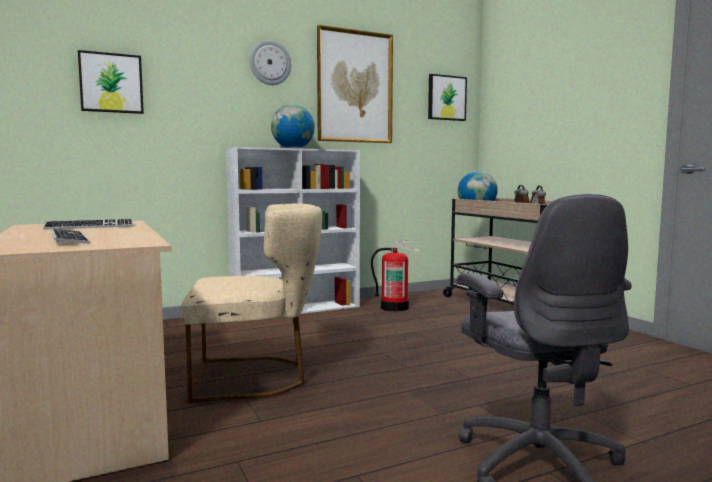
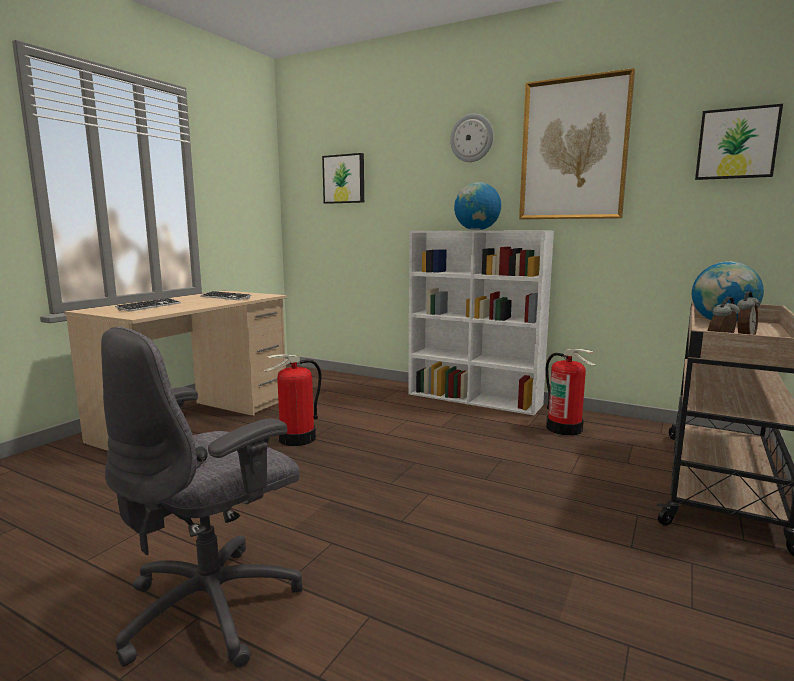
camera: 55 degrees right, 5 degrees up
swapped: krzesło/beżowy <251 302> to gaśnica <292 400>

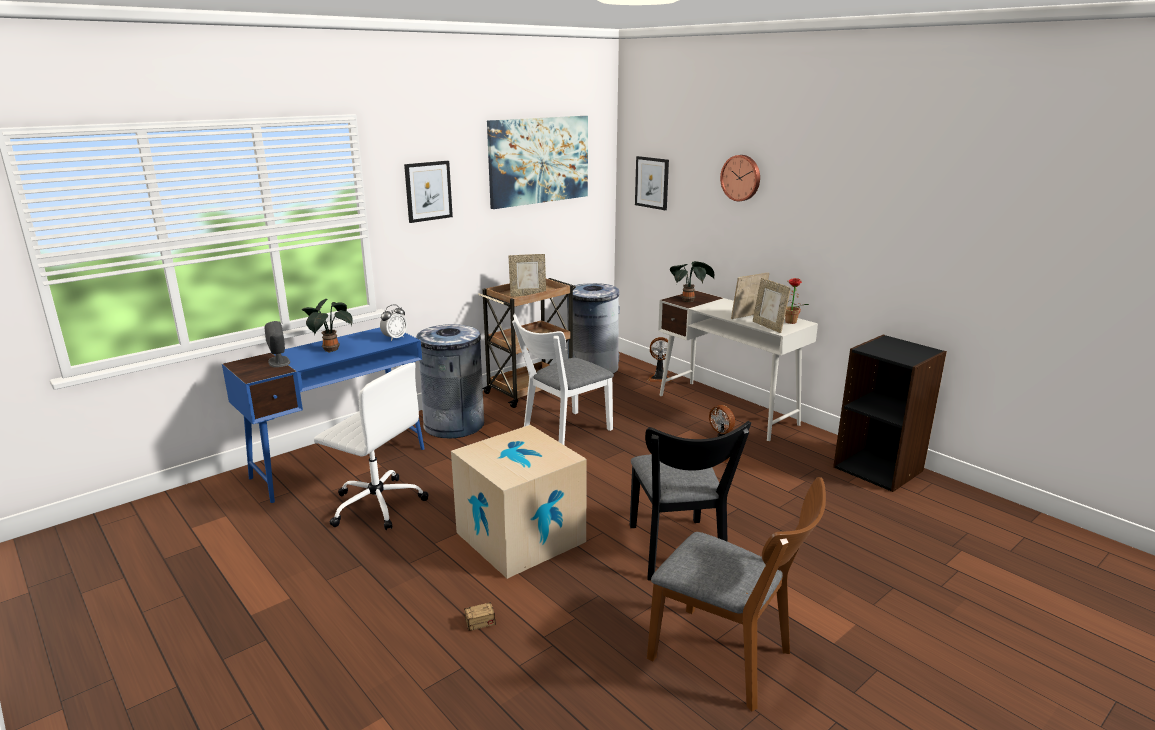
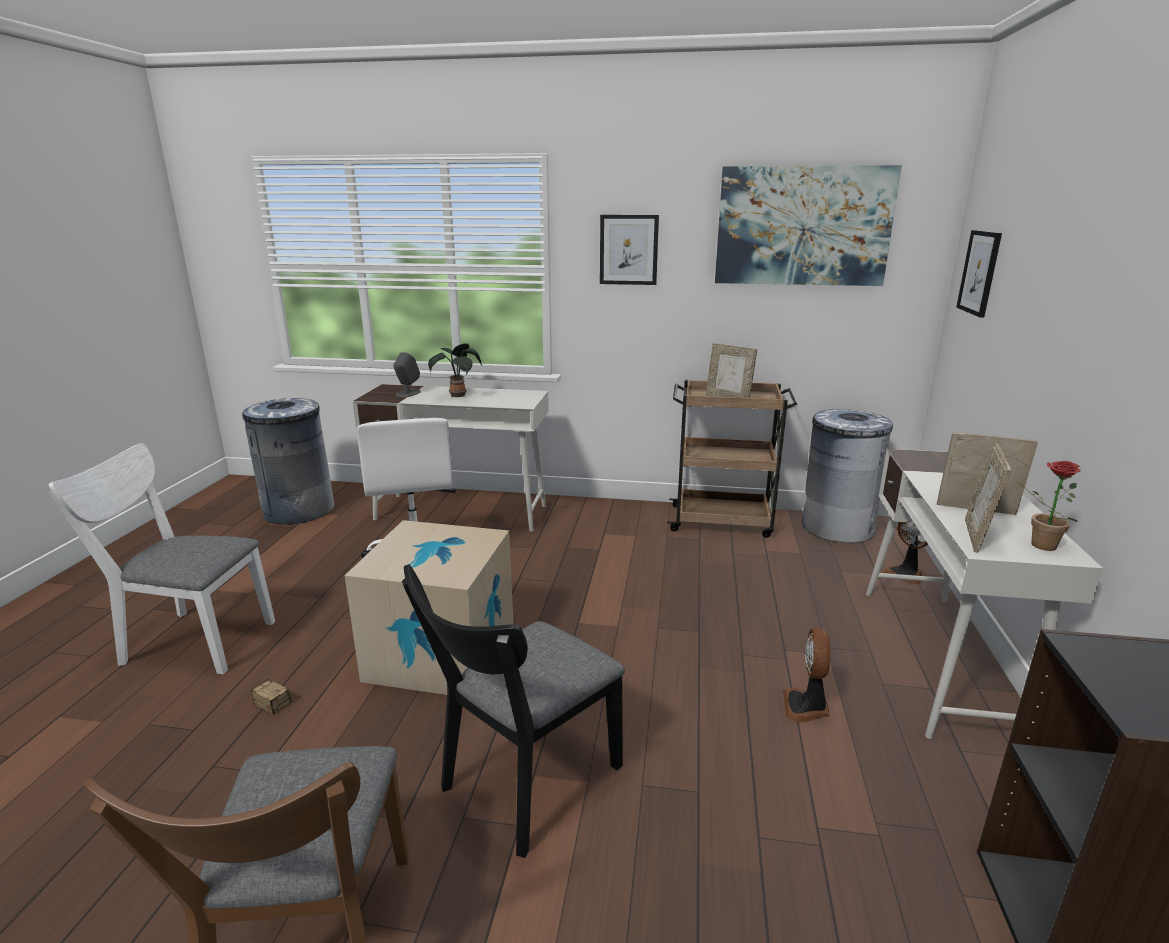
camera: 50 degrees right, 0 degrees up
gone: zegar ścienny <740 178>; roślina doniczkowa <692 281>; budzik <393 323>
shifted: krzesło/biały <563 379> to <162 558>; kosz na śmieci/szary <450 381> to <288 461>
repainted: biurko/niebieski <323 415> to biurko/biały <450 457>

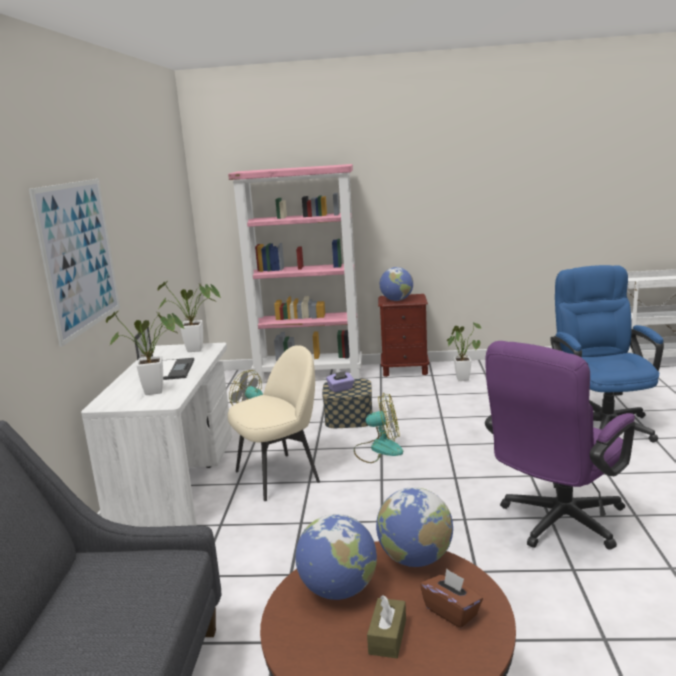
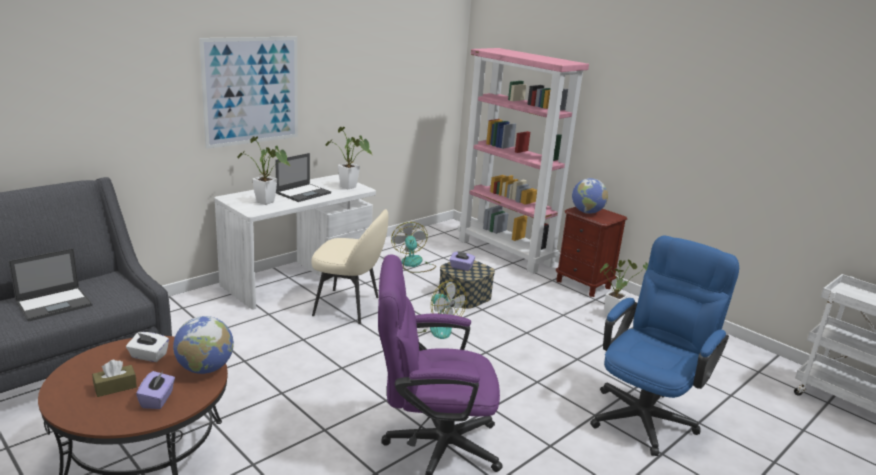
camera: 40 degrees right, 5 degrees up
new: laptop <51 285>
swapped: globus <336 557> to pudełko chusteczek/biały <147 347>
repainted: pudełko chusteczek/brązowy <451 598> to pudełko chusteczek/fioletowy <155 390>

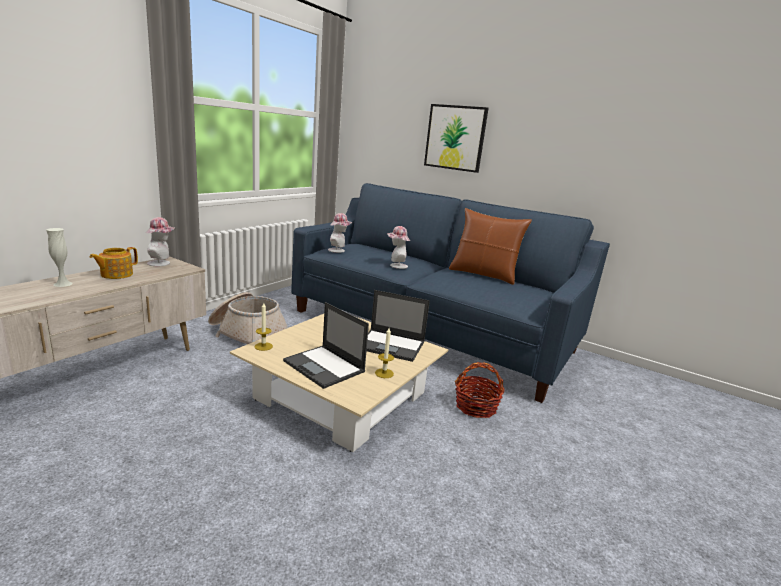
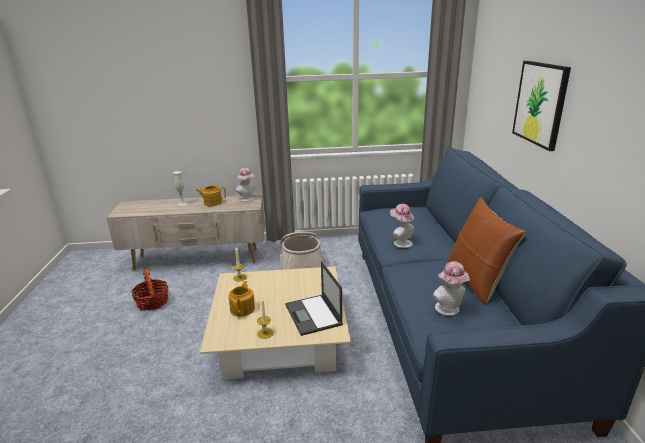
camera: 55 degrees right, 5 degrees up
shifted: kapelusz <340 233> to <451 288>; koszyk <480 390> to <149 290>
swapped: laptop <326 345> to imbryk <241 299>

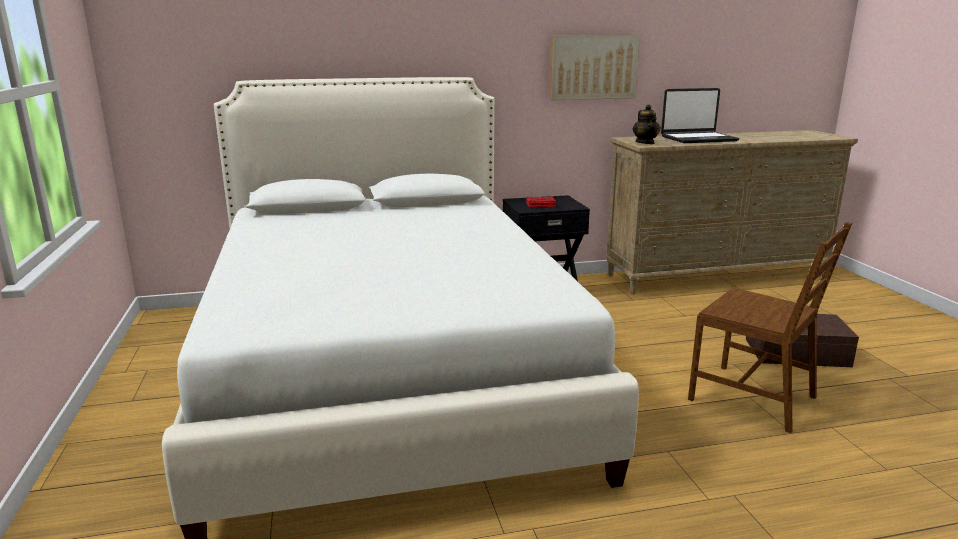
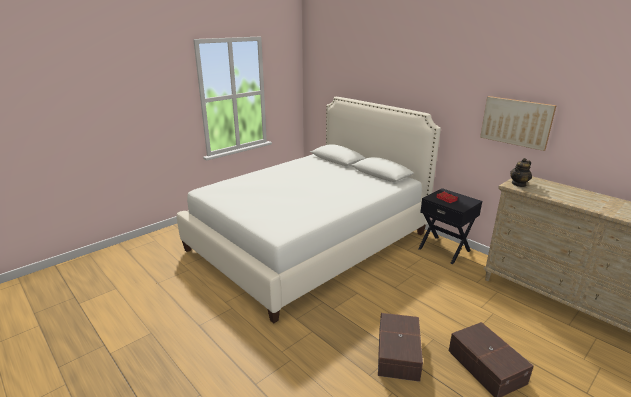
camera: 60 degrees right, 5 degrees up
gone: laptop <700 115>
swapped: krzesło/brązowy <770 327> to pojemnik do przechowywania/brązowy <400 347>

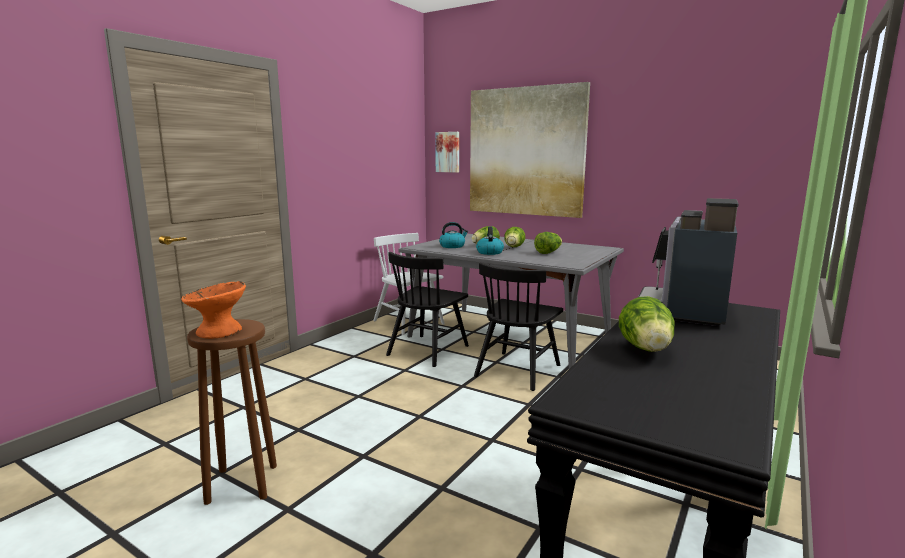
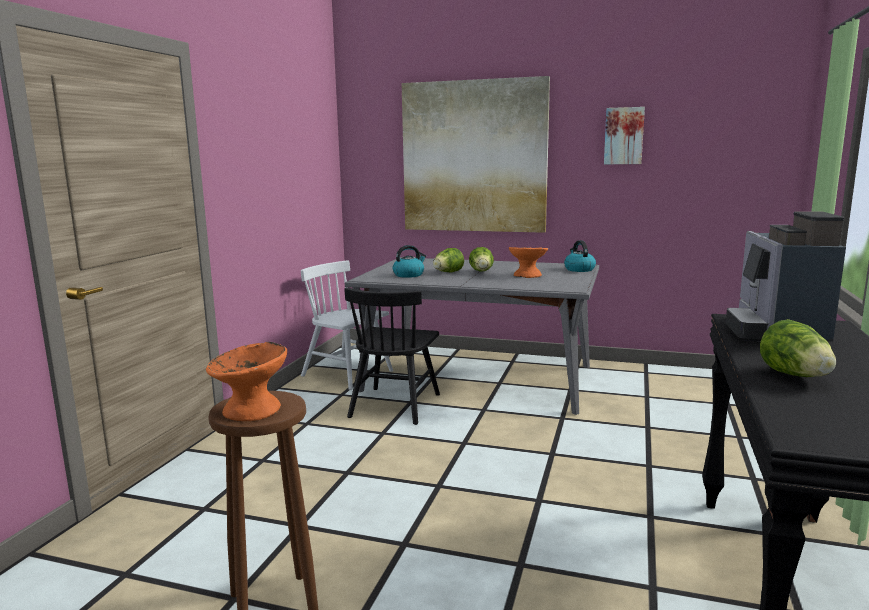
camera: 15 degrees left, 0 degrees up
gone: krzesło/czarny <518 326>
shifted: obraz <447 152> to <624 135>; czajnik <490 241> to <580 256>
swapped: sałata <548 243> to miska/pomarańczowy <528 262>

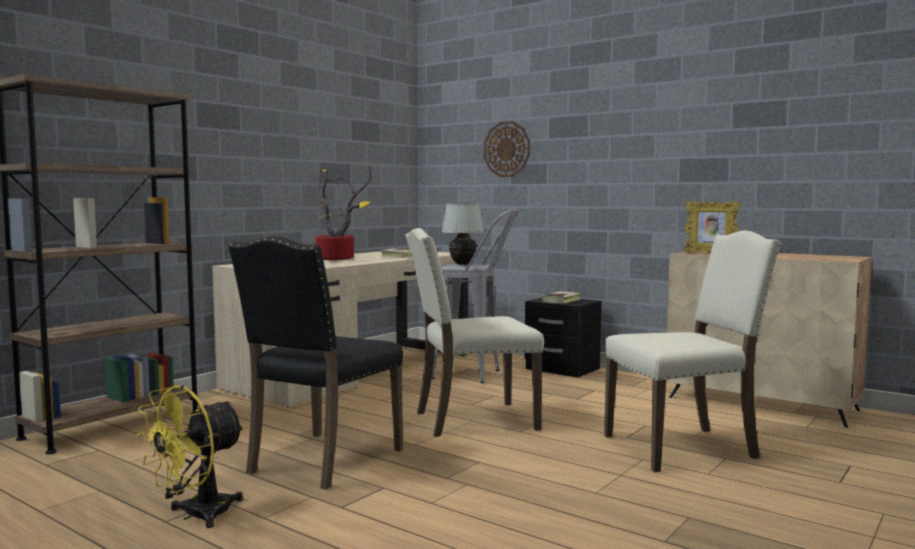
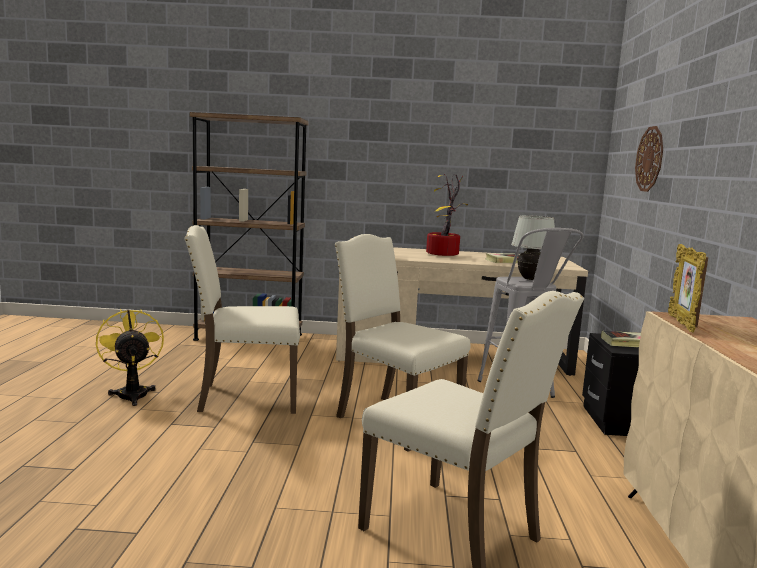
camera: 55 degrees right, 5 degrees up
repainted: krzesło/czarny <315 363> to krzesło/beżowy <242 319>
rotated: wentylator/żółty <190 456> = <130 357> 60 degrees clockwise

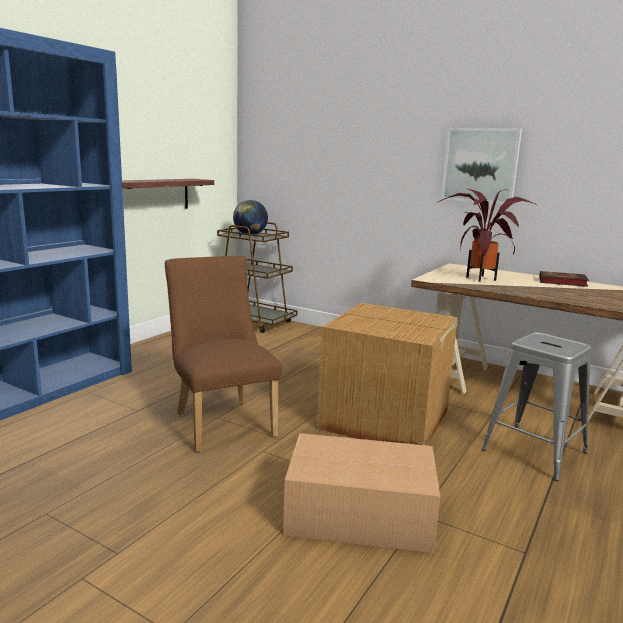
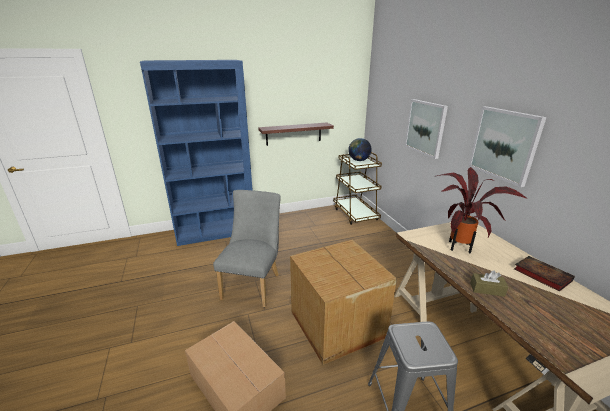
camera: 40 degrees right, 10 degrees up
new: obraz <426 129>; pudełko chusteczek/brązowy <489 283>
repainted: krzesło/brązowy <223 354> to krzesło/szary <246 248>

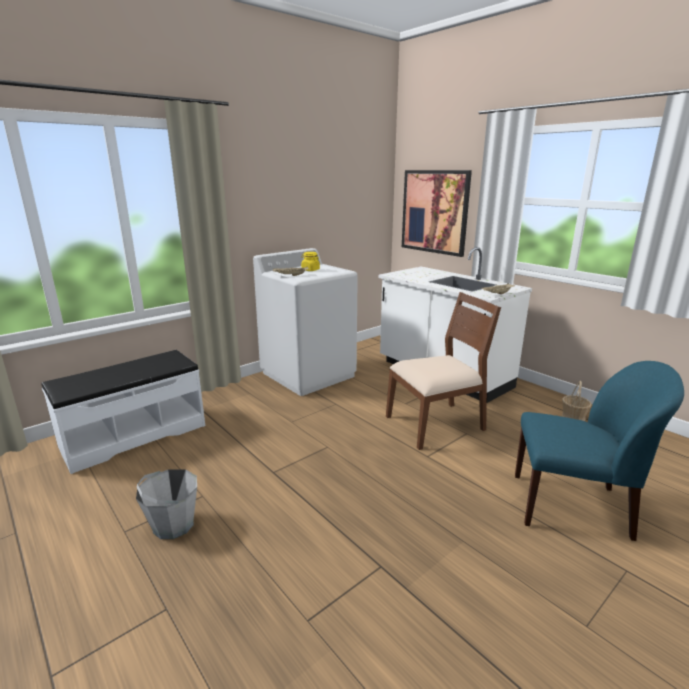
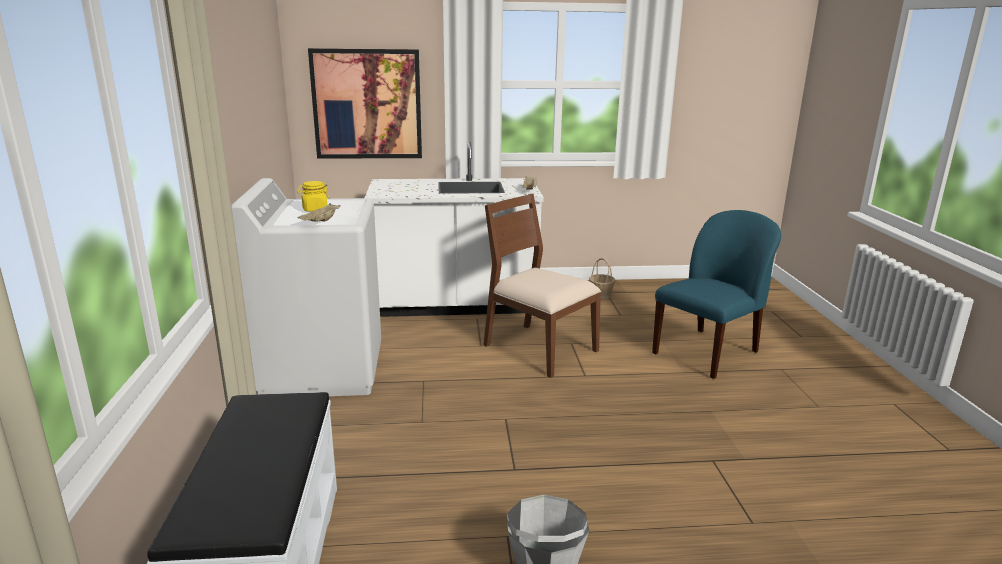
camera: 55 degrees left, 0 degrees up
rotated: krzesło/brązowy <443 371> = <542 286> 60 degrees counterclockwise

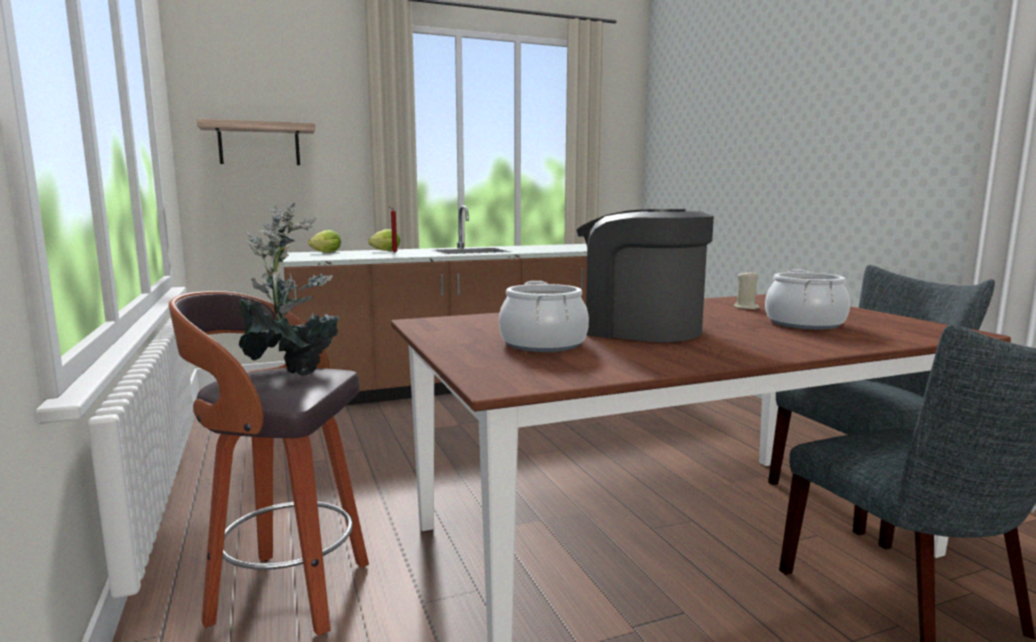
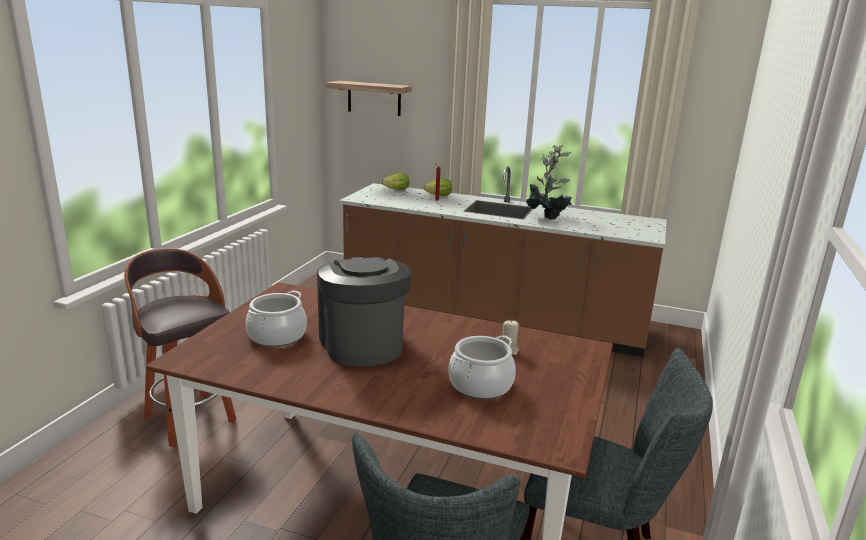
camera: 40 degrees right, 10 degrees up
shifted: roślina doniczkowa <289 289> to <549 182>

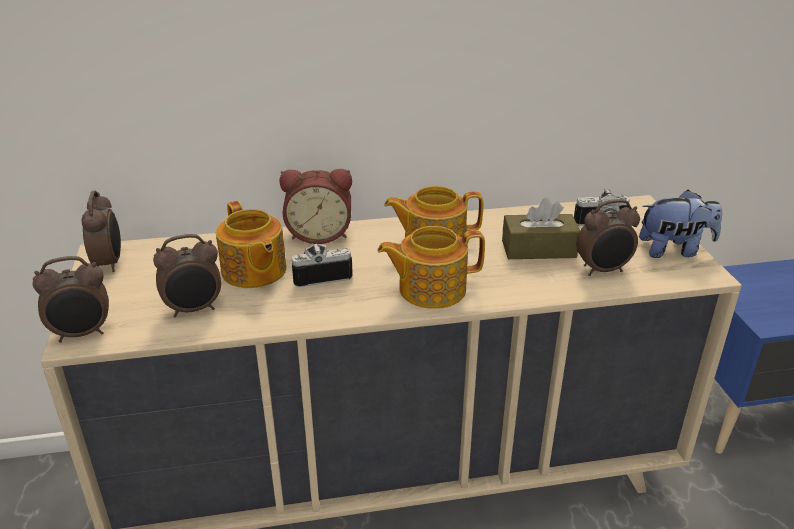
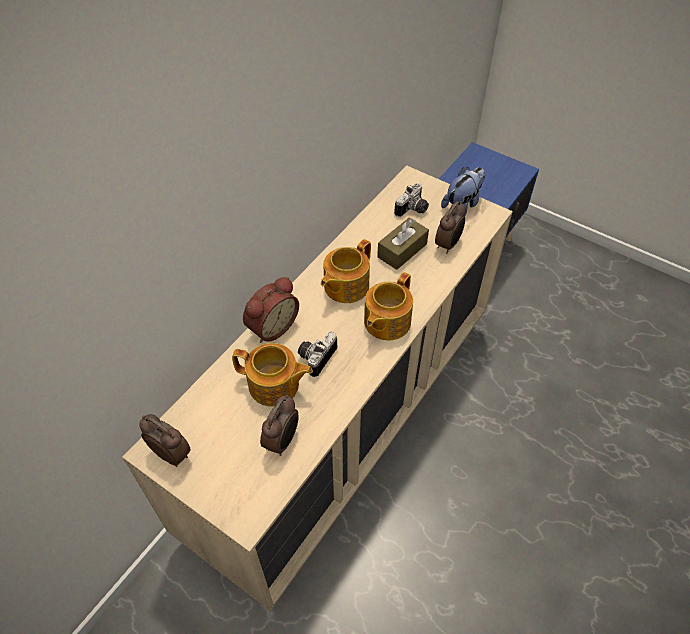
camera: 45 degrees left, 20 degrees up
gone: budzik <71 299>

